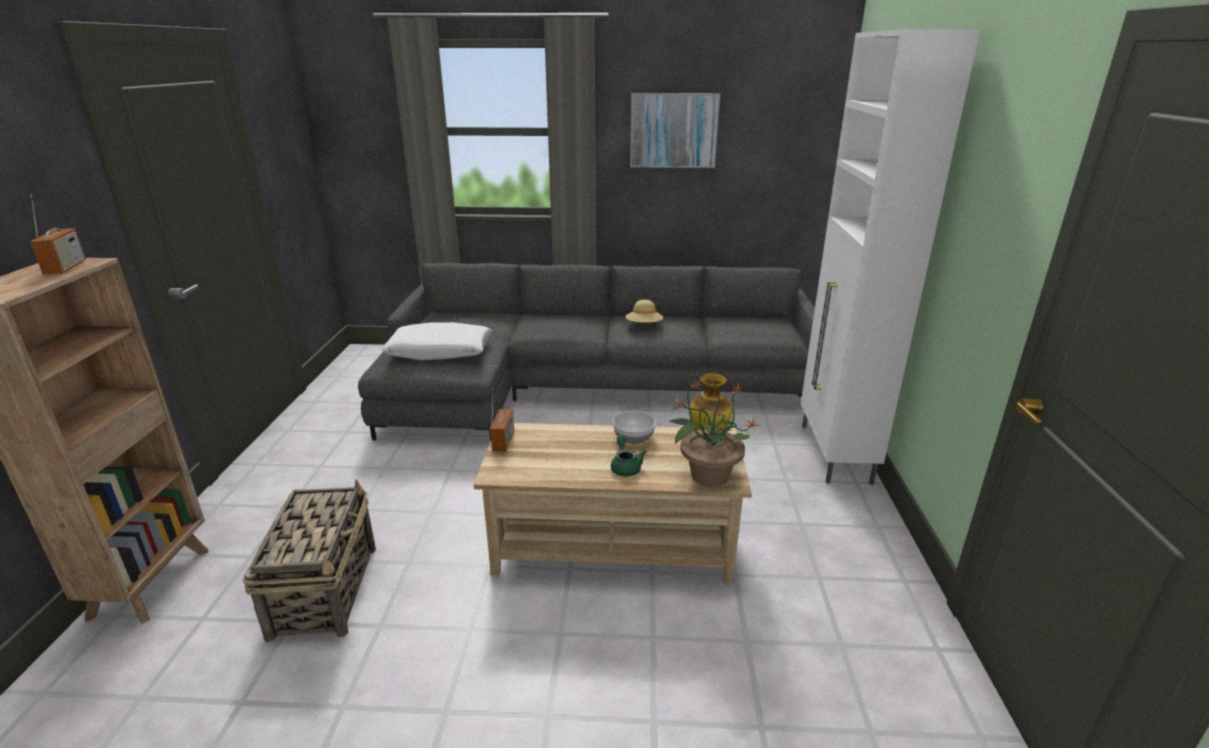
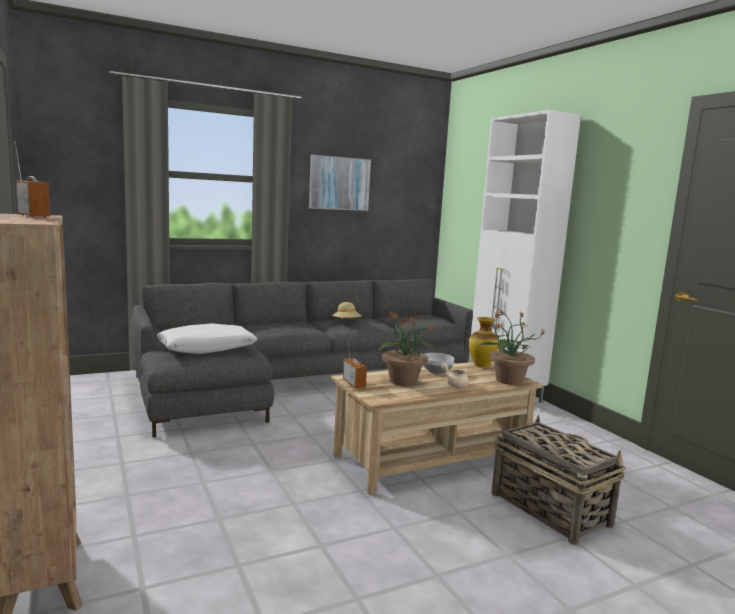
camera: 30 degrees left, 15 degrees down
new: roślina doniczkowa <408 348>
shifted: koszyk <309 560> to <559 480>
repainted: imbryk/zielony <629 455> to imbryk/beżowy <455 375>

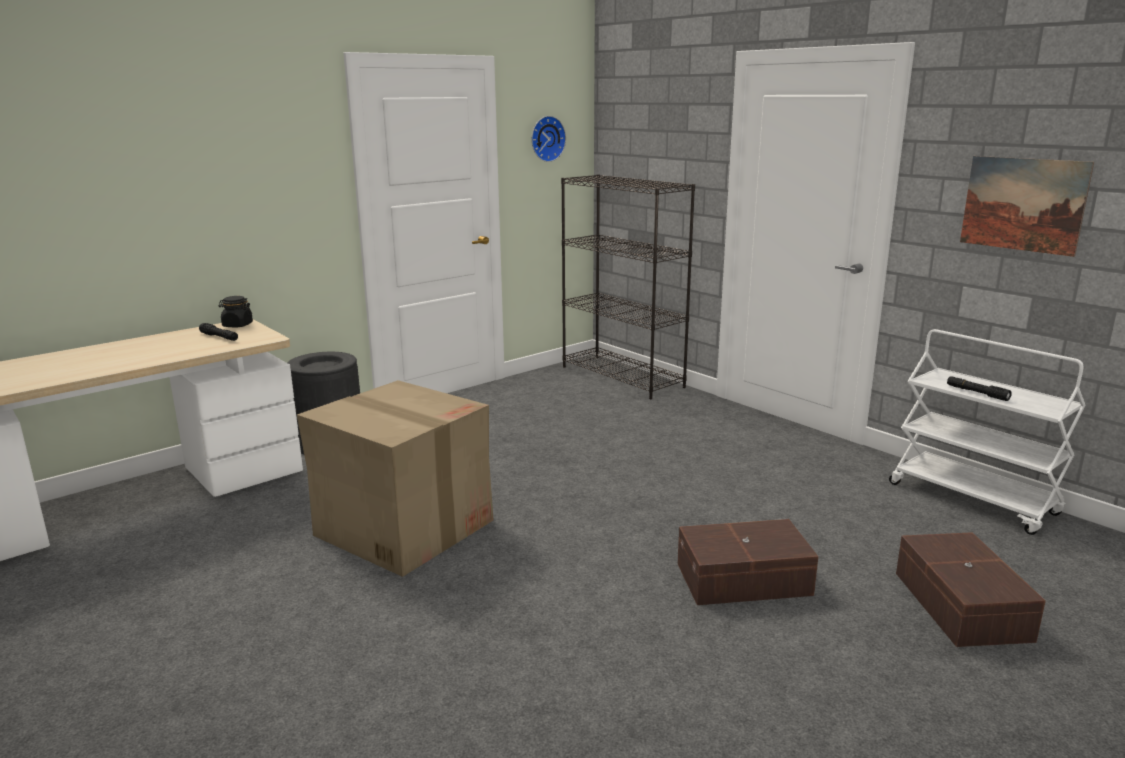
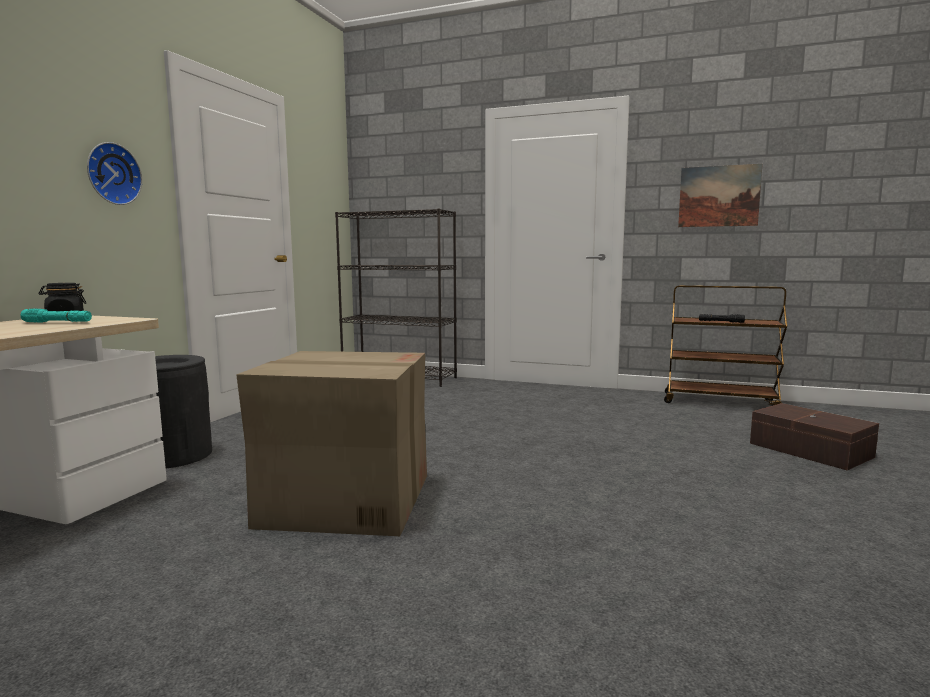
camera: 30 degrees left, 10 degrees down
gone: pojemnik do przechowywania/brązowy <748 562>
shifted: zegar ścienny <548 139> to <114 173>
repainted: latarka/czarny <218 332> to latarka/turkusowy <56 315>; wózek/biały <987 432> to wózek/brązowy <725 345>

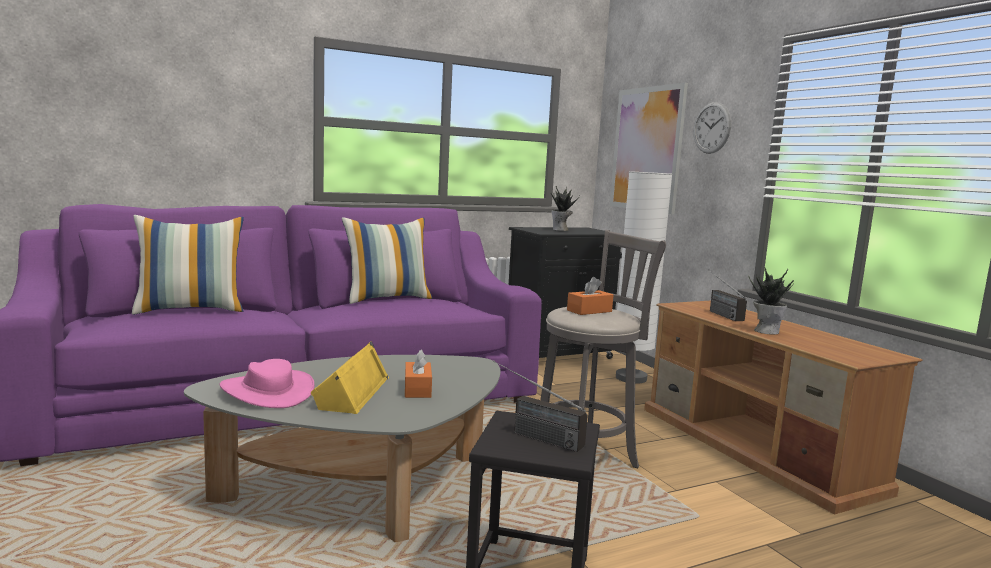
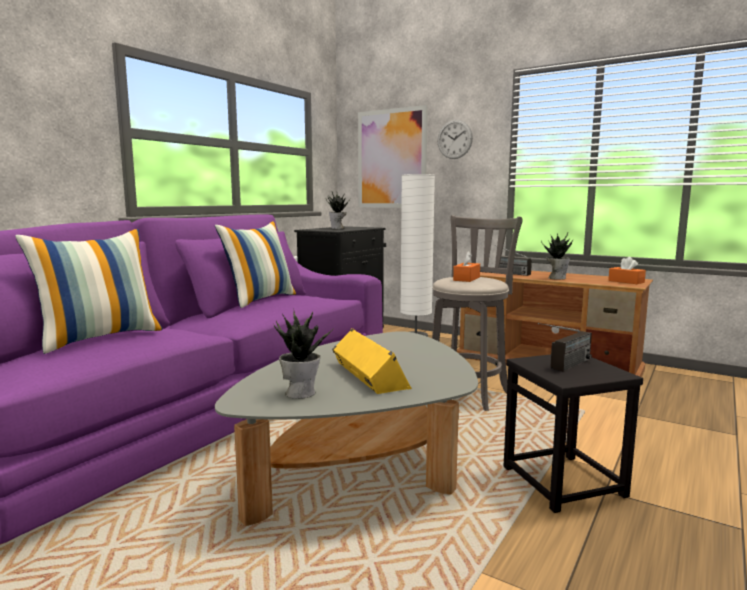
camera: 30 degrees left, 0 degrees up
shifted: pudełko chusteczek/pomarańczowy <418 374> to <627 270>
swapped: kapelusz/różowy <267 383> to roślina doniczkowa <303 355>
rotated: radio <540 406> = <565 347> 45 degrees counterclockwise

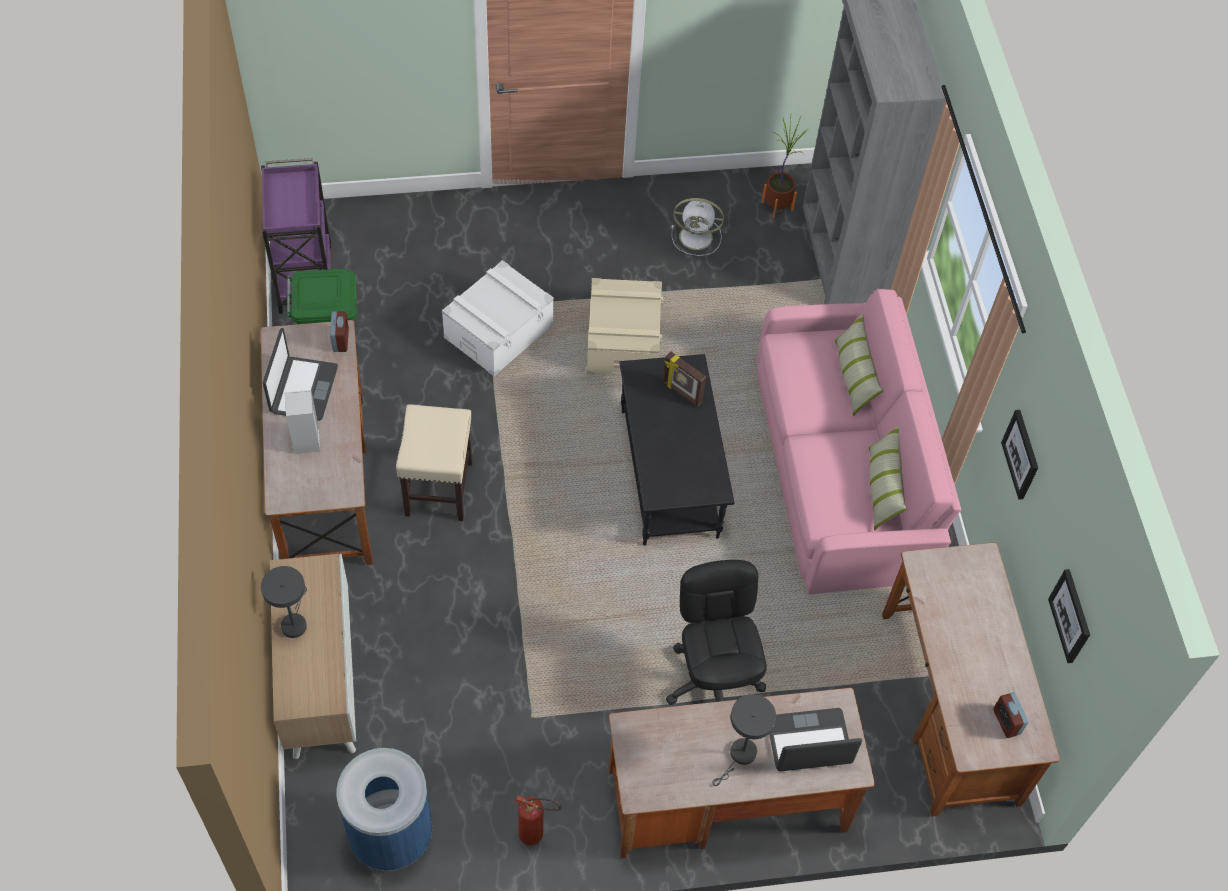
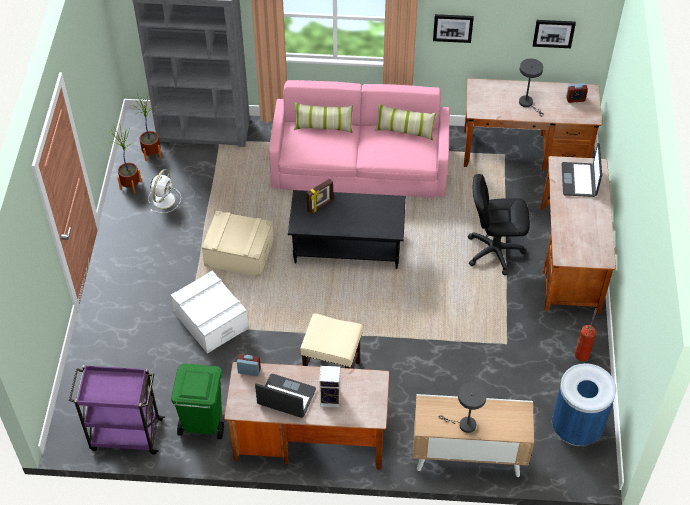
camera: 75 degrees left, 5 degrees down
new: roślina doniczkowa <125 159>
shifted: lampa stołowa/szary <744 740> to <531 87>

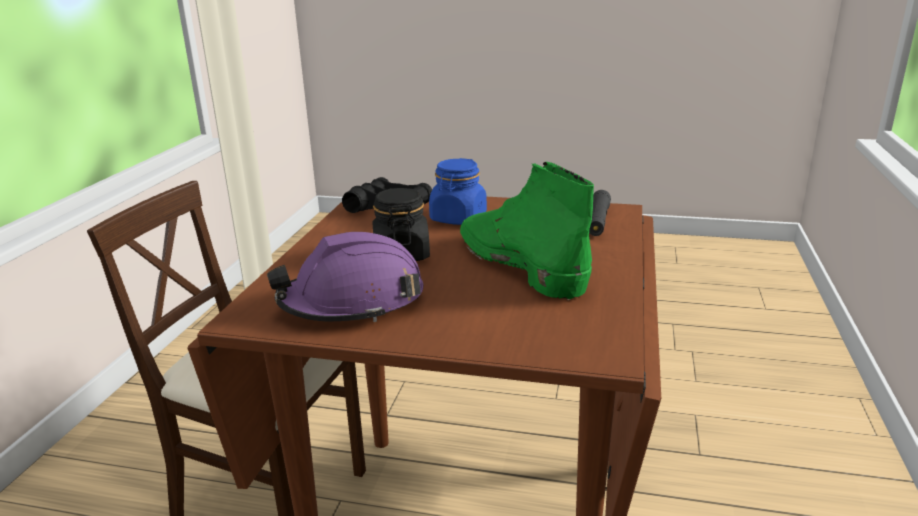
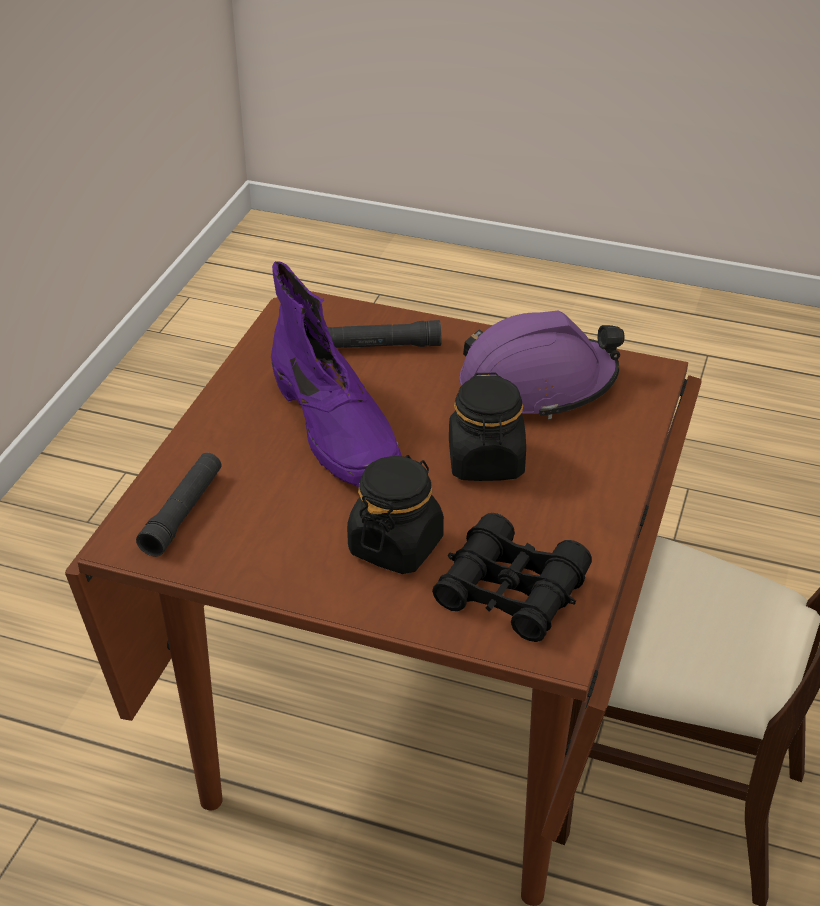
camera: 175 degrees left, 15 degrees up
new: latarka/czarny <385 334>
repainted: słoik/niebieski <458 191> to słoik/czarny <395 514>; but z cholewką/zielony <527 231> to but z cholewką/fioletowy <336 374>

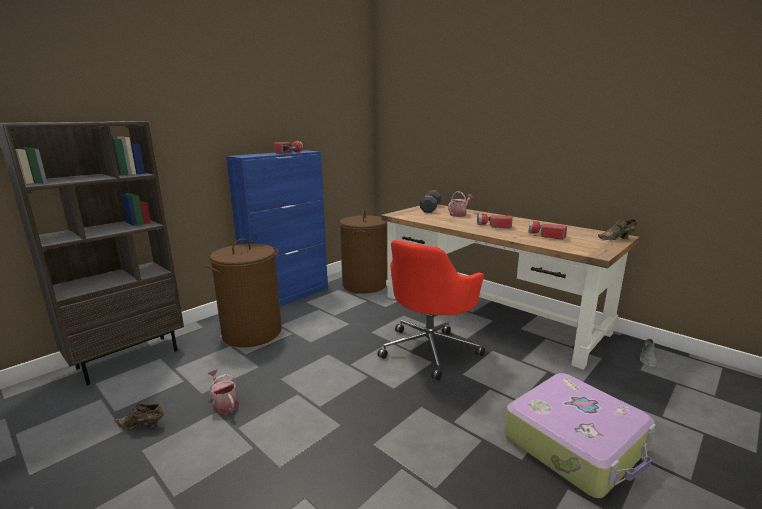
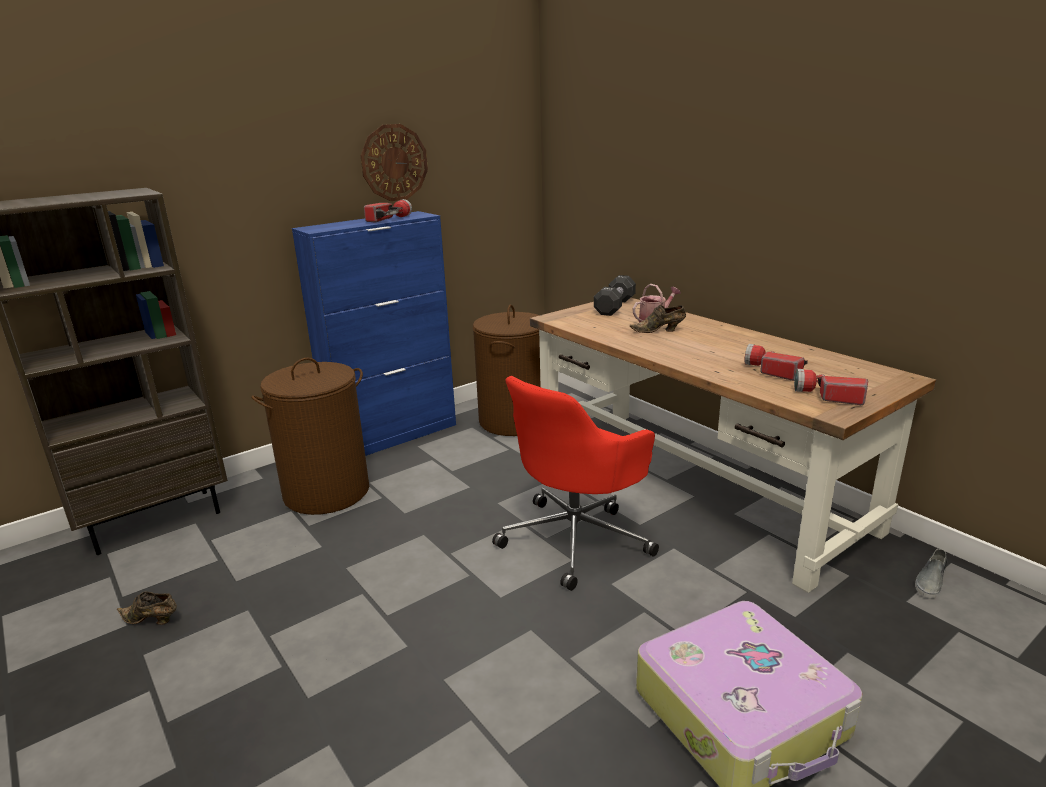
camera: 10 degrees right, 5 degrees up
gone: konewka <222 391>
new: zegar ścienny <394 162>
shifted: latarka <495 221> to <831 387>; but/brązowy <617 229> to <658 319>

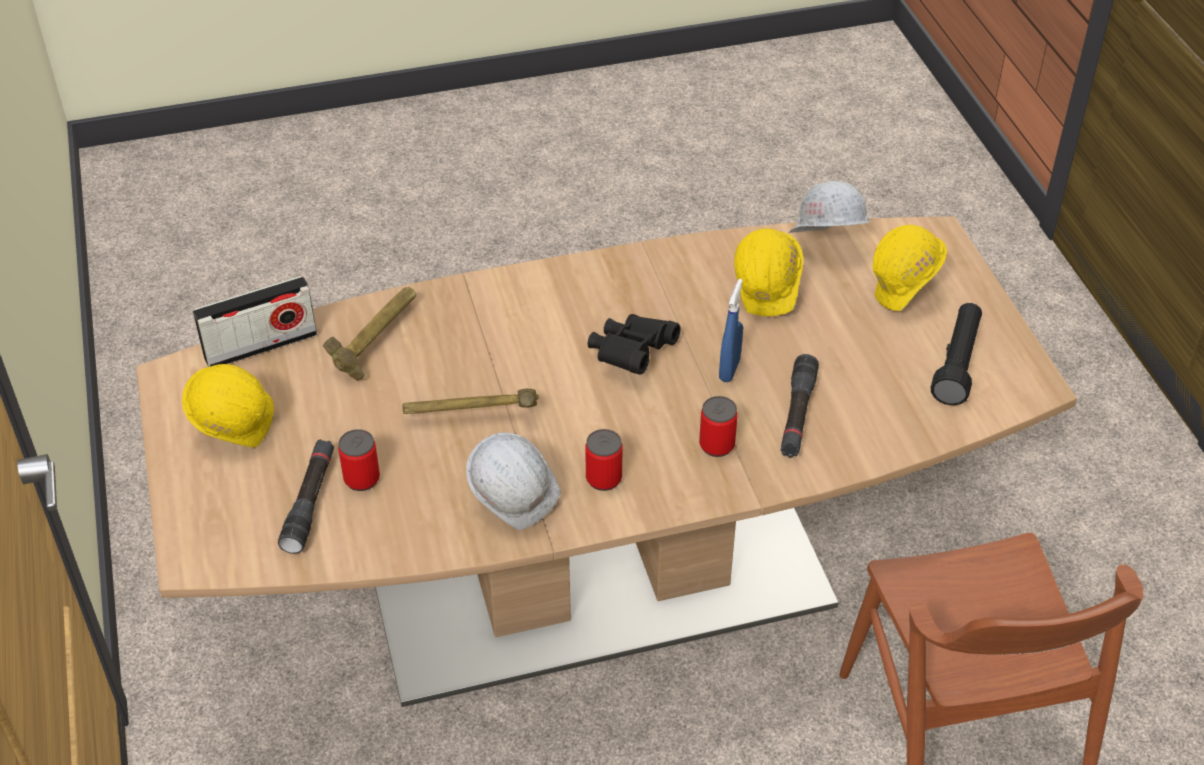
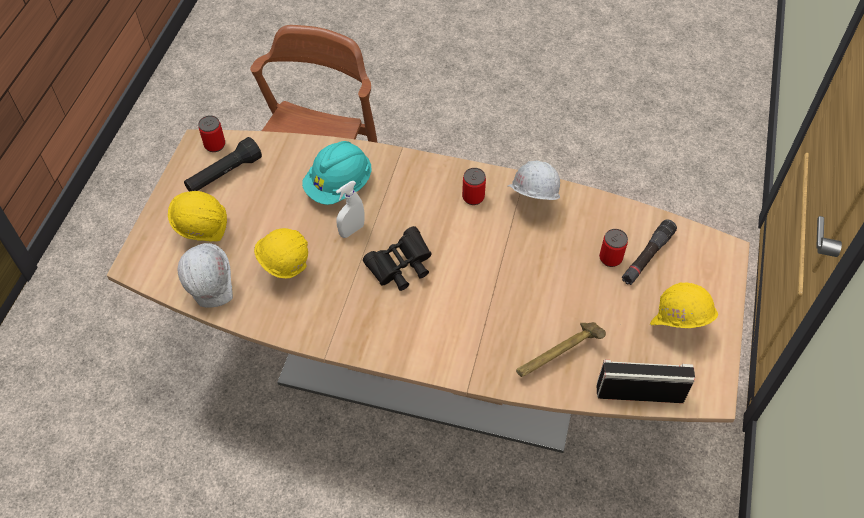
camera: 150 degrees left, 10 degrees up
gone: młotek <470 401>
shifted: puszka <718 426> to <211 133>
swapped: latarka/czarny <800 406> to kask/turkusowy <336 173>
repainted: spryskiwacz/niebieski <731 330> to spryskiwacz/biały <350 209>

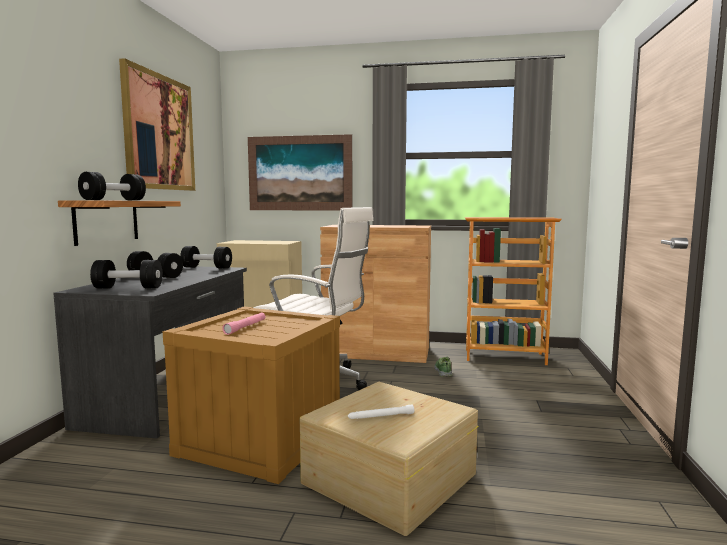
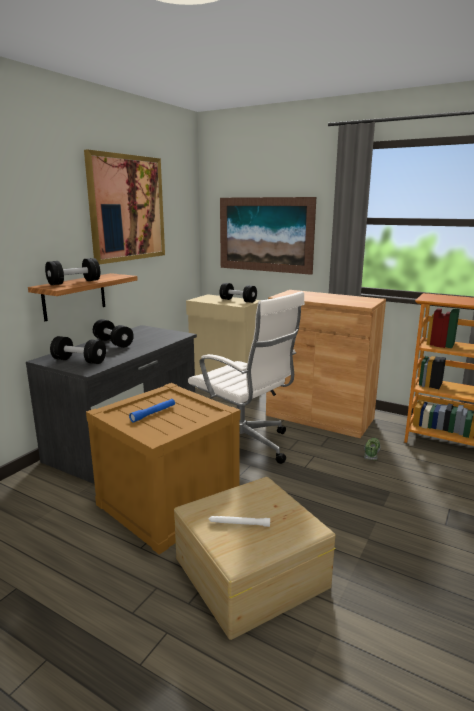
camera: 20 degrees right, 10 degrees up
shifted: hantel/czarny <206 257> to <238 293>
repainted: latarka/różowy <243 324> to latarka/niebieski <152 411>

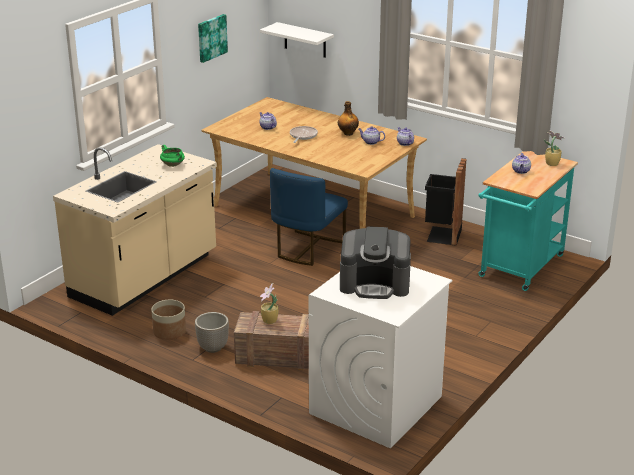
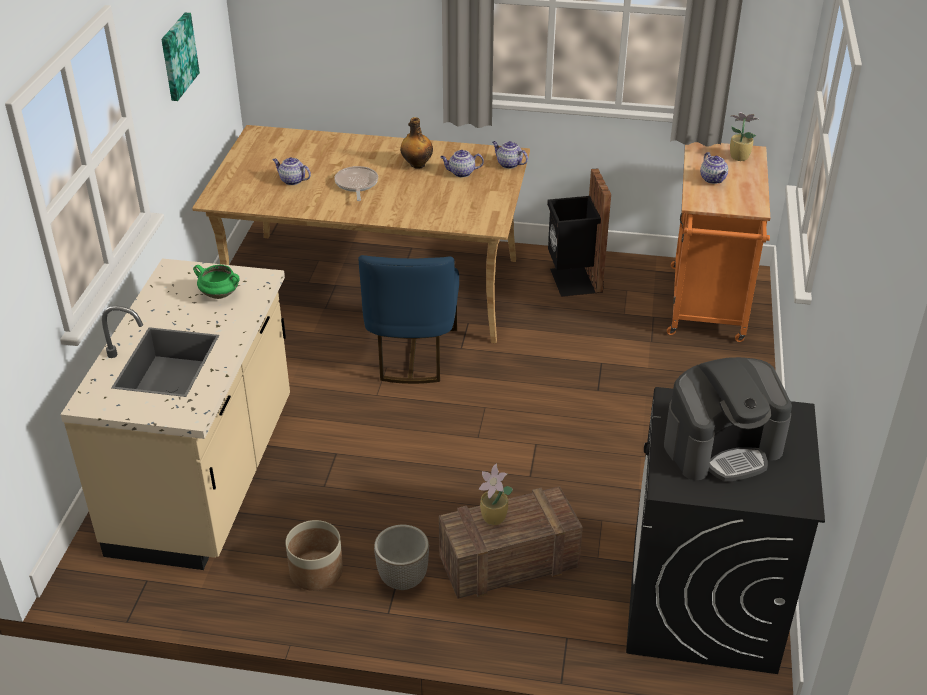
camera: 25 degrees left, 10 degrees up
gone: półka/biały <297 40>
repainted: wózek/turkusowy <528 221> to wózek/pomarańczowy <718 242>; pralka/biały <380 357> to pralka/czarny <725 530>

